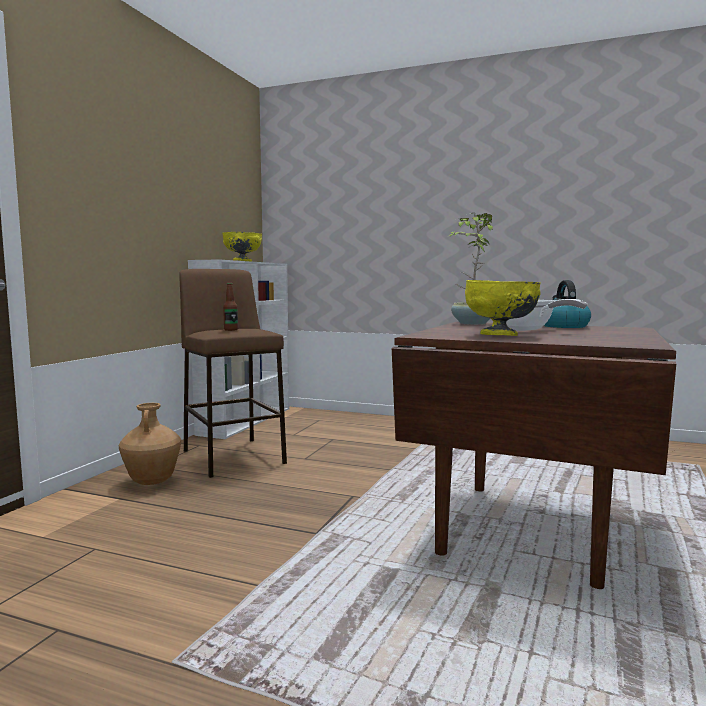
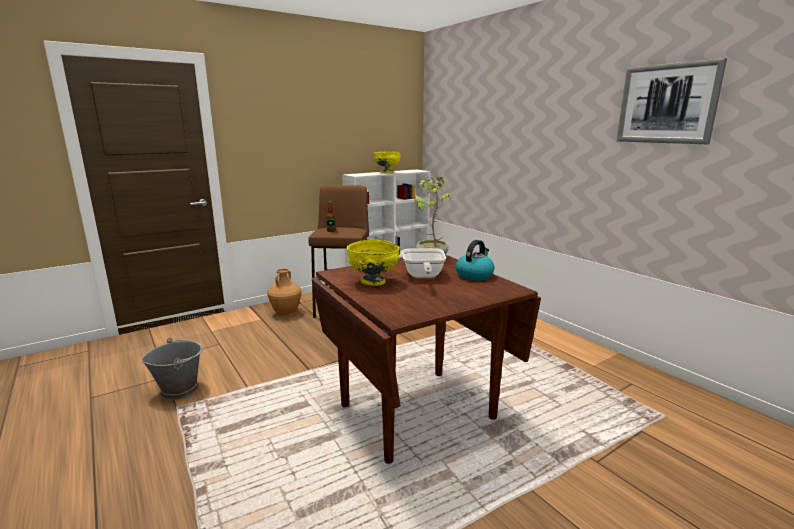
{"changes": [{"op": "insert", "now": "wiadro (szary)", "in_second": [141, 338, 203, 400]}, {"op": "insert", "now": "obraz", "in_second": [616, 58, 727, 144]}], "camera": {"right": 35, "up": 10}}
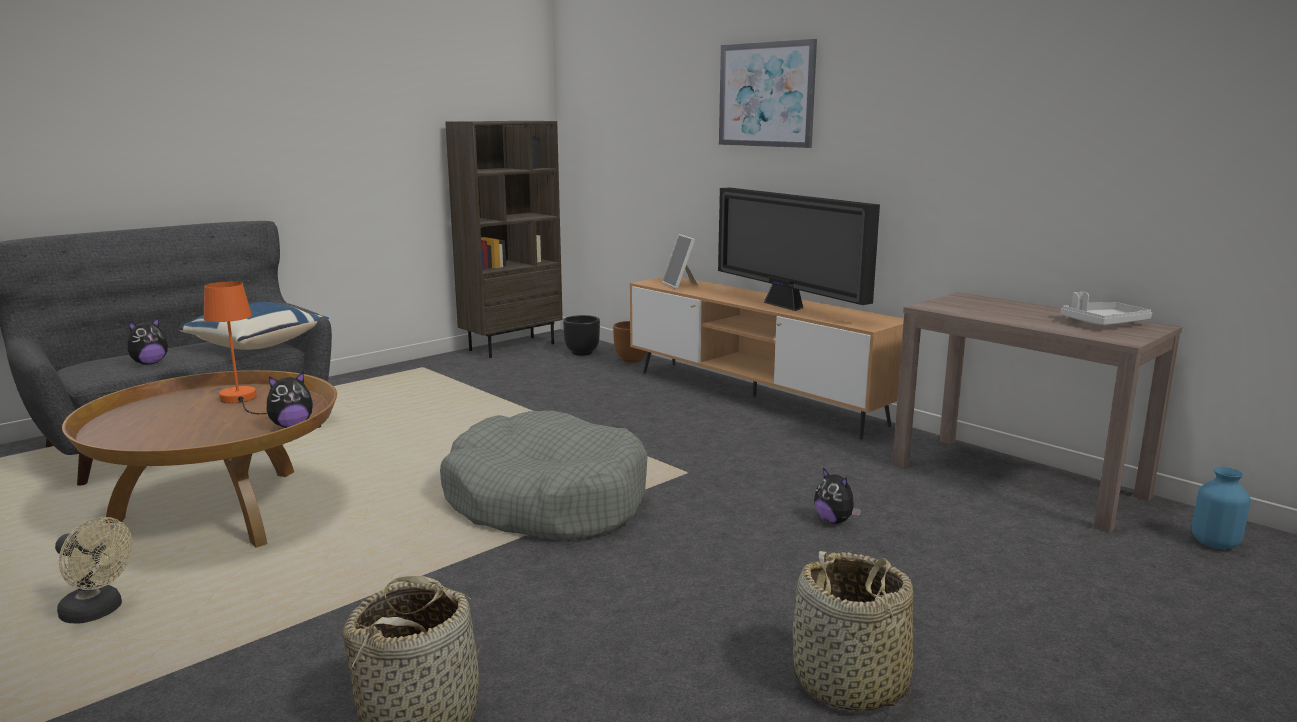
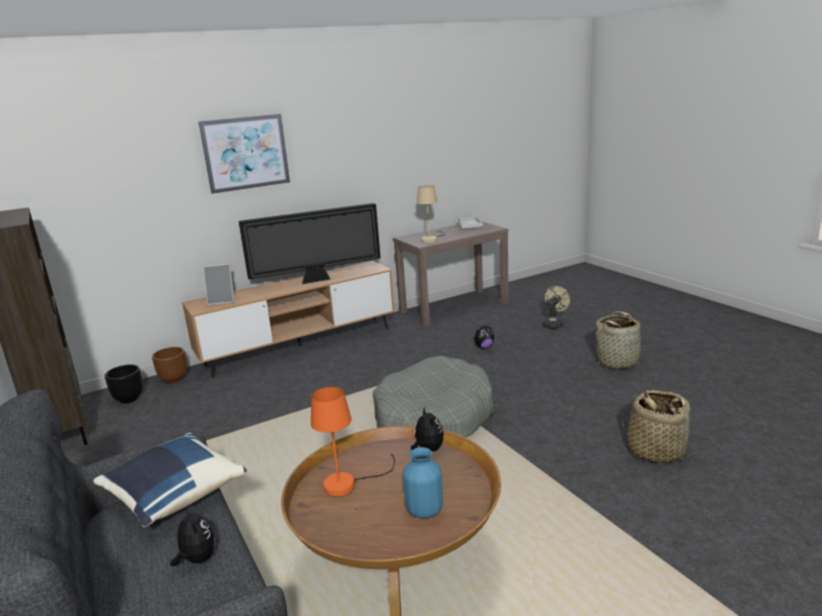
{"changes": [{"op": "move", "was": "wazon (niebieski)", "in_first": [1192, 467, 1251, 549], "in_second": [403, 447, 443, 518]}, {"op": "insert", "now": "lampa stołowa (beżowy)", "in_second": [417, 185, 445, 243]}, {"op": "move", "was": "wentylator (beżowy)", "in_first": [55, 517, 133, 624], "in_second": [543, 286, 570, 329]}], "camera": {"right": -75, "up": 5}}
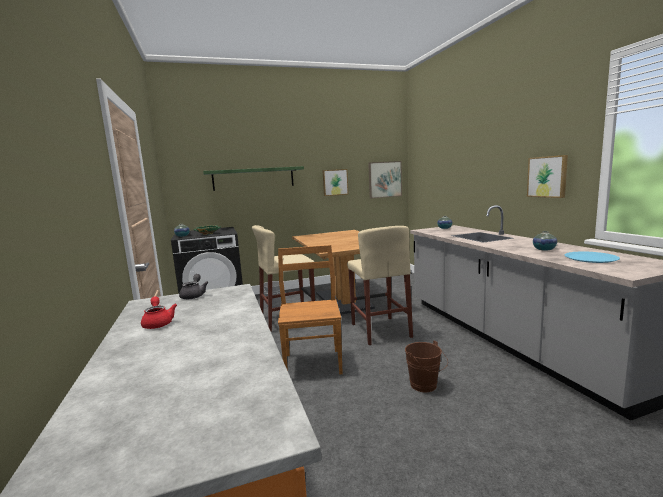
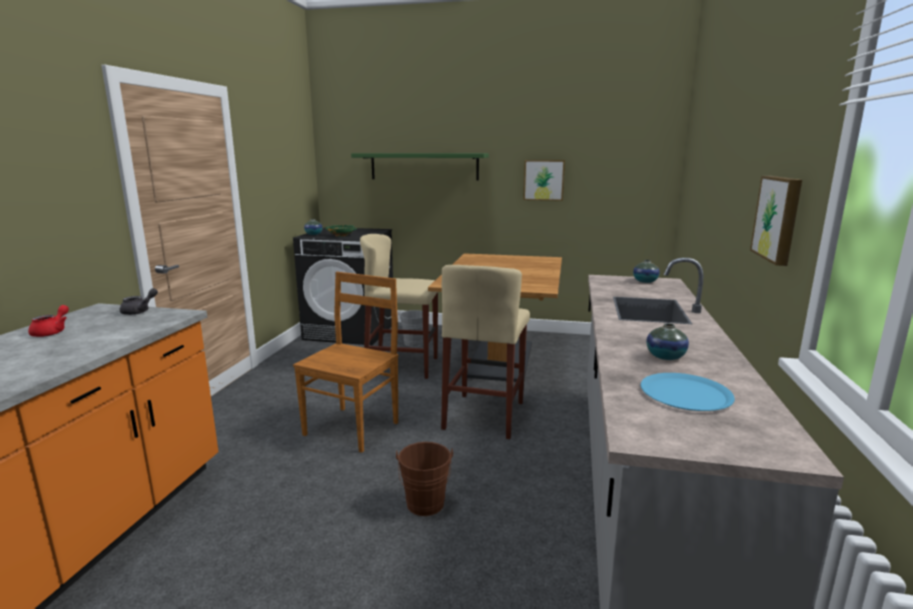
{"changes": [{"op": "delete", "was": "obraz", "in_first": [368, 161, 402, 199]}], "camera": {"right": 30, "up": 5}}
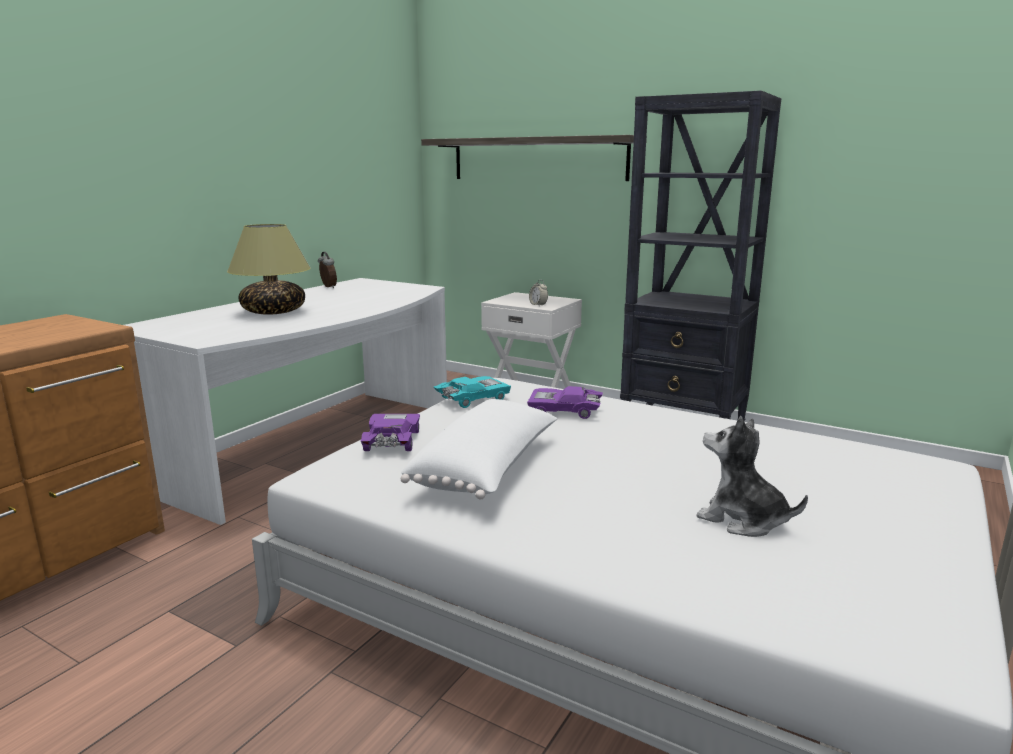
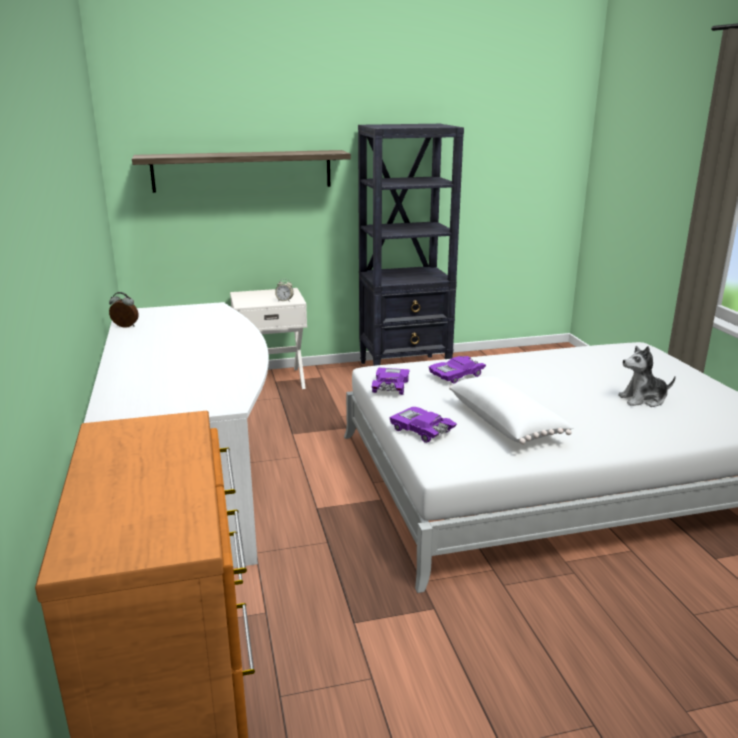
{"changes": [{"op": "recolor", "was": "samochodzik (turkusowy)", "now": "samochodzik (fioletowy)", "in_first": [434, 376, 511, 408], "in_second": [371, 368, 409, 395]}, {"op": "delete", "was": "lampa stołowa", "in_first": [227, 224, 311, 315]}], "camera": {"right": -45, "up": 5}}
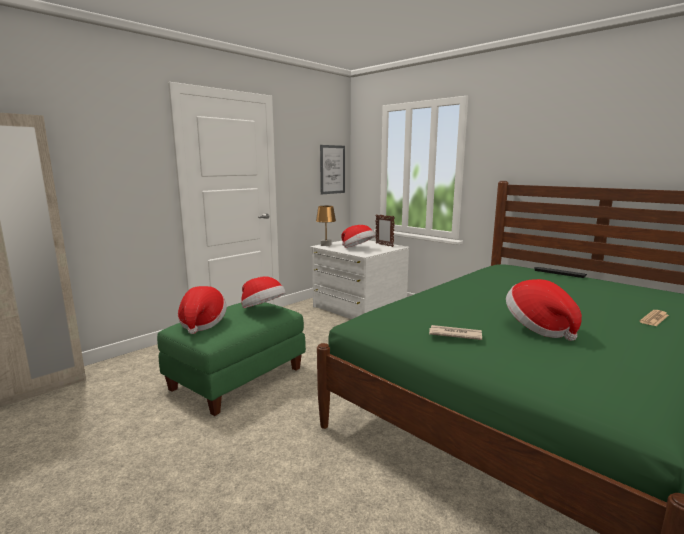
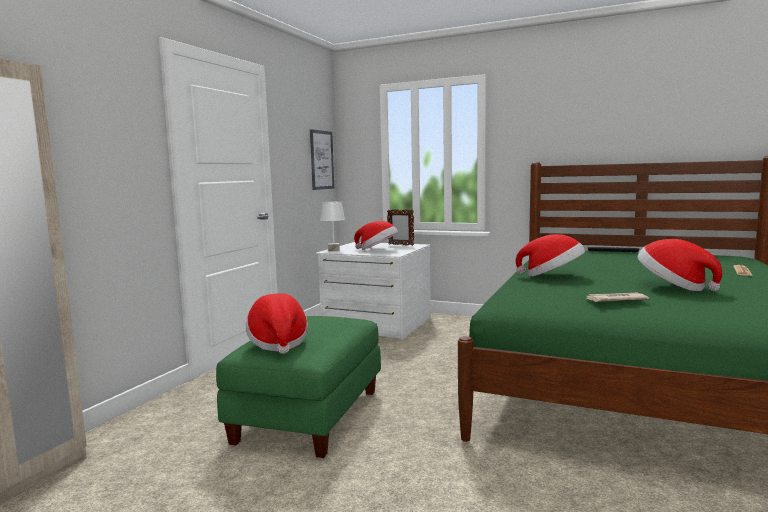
{"changes": [{"op": "recolor", "was": "lampa stołowa (brązowy)", "now": "lampa stołowa (biały)", "in_first": [316, 206, 336, 246], "in_second": [320, 201, 345, 251]}, {"op": "move", "was": "kapelusz", "in_first": [241, 276, 286, 308], "in_second": [516, 234, 585, 276]}], "camera": {"right": -20, "up": -5}}
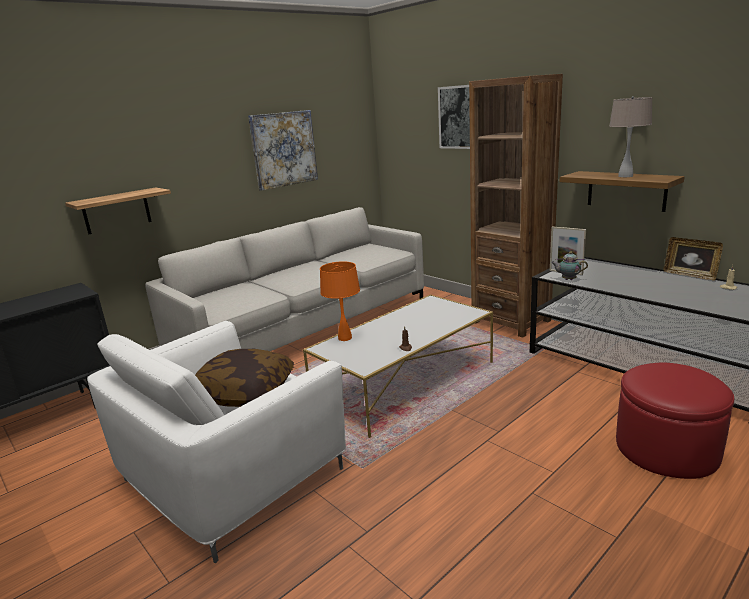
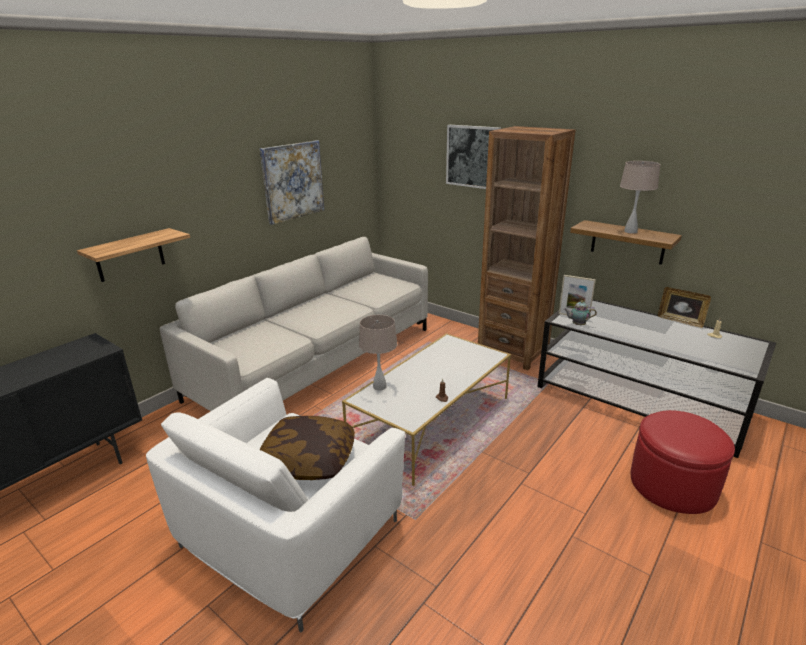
{"changes": [{"op": "recolor", "was": "lampa stołowa (pomarańczowy)", "now": "lampa stołowa (beżowy)", "in_first": [320, 261, 360, 341], "in_second": [359, 315, 397, 391]}], "camera": {"right": -10, "up": 5}}
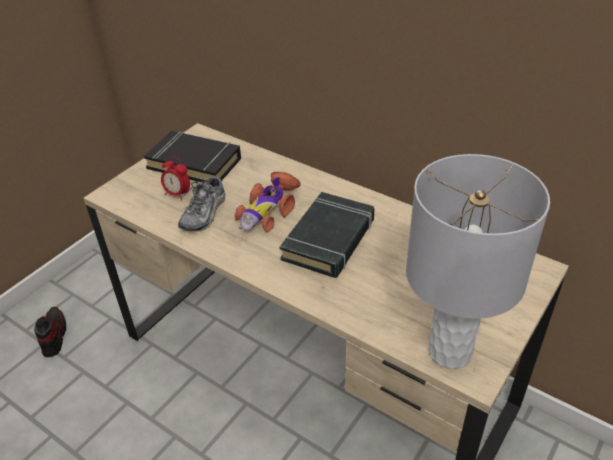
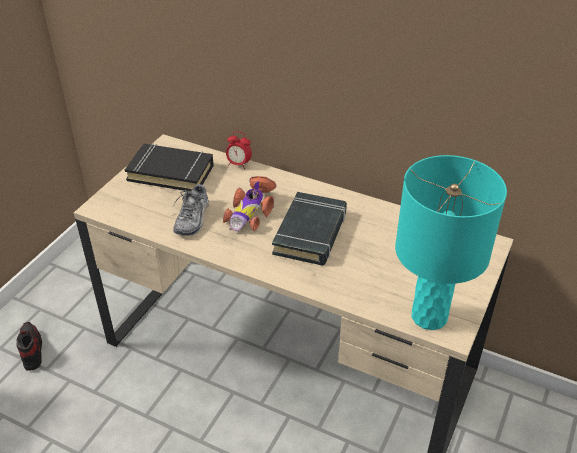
{"changes": [{"op": "move", "was": "budzik", "in_first": [161, 156, 190, 200], "in_second": [226, 131, 252, 169]}, {"op": "recolor", "was": "lampa stołowa (szary)", "now": "lampa stołowa (turkusowy)", "in_first": [406, 154, 550, 369], "in_second": [395, 155, 507, 330]}], "camera": {"right": -10, "up": 0}}
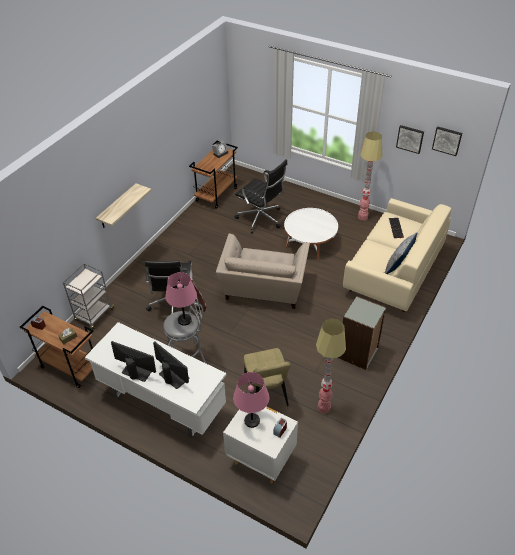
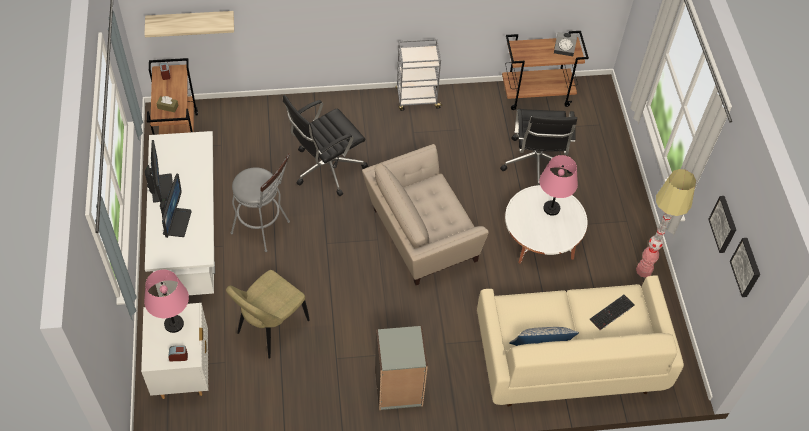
{"changes": [{"op": "move", "was": "półka", "in_first": [96, 183, 151, 228], "in_second": [144, 11, 234, 37]}, {"op": "move", "was": "wózek (szary)", "in_first": [63, 263, 115, 329], "in_second": [396, 39, 443, 111]}, {"op": "move", "was": "lampa stołowa (różowy)", "in_first": [165, 272, 197, 326], "in_second": [539, 155, 578, 216]}, {"op": "delete", "was": "lampa stojąca", "in_first": [316, 318, 346, 414]}], "camera": {"right": 50, "up": 10}}
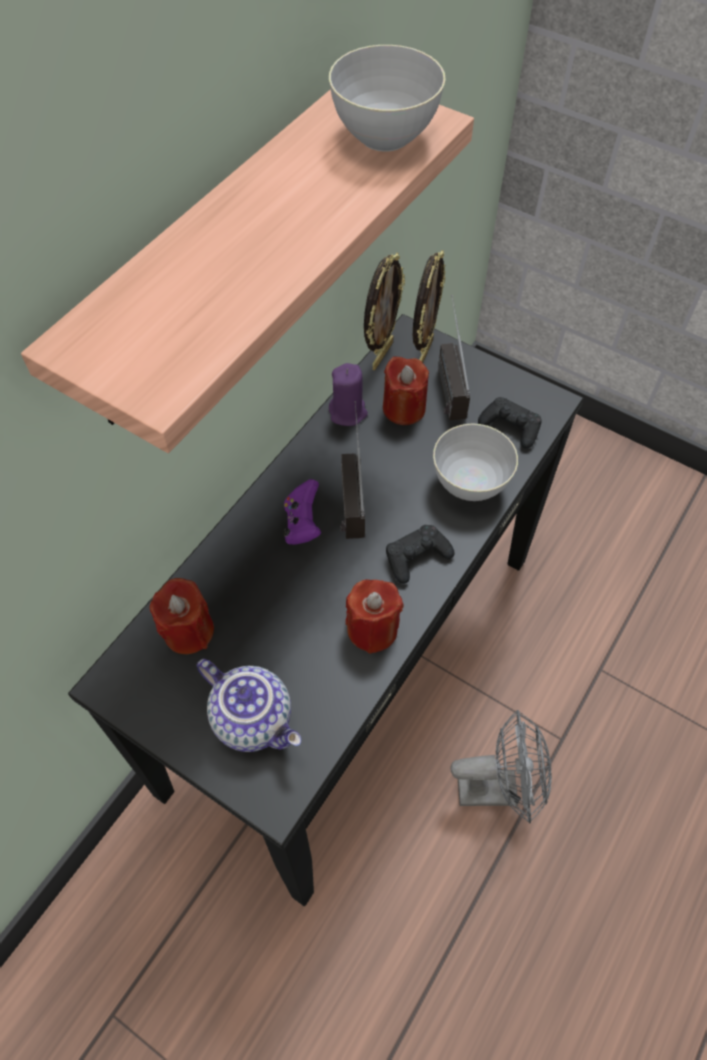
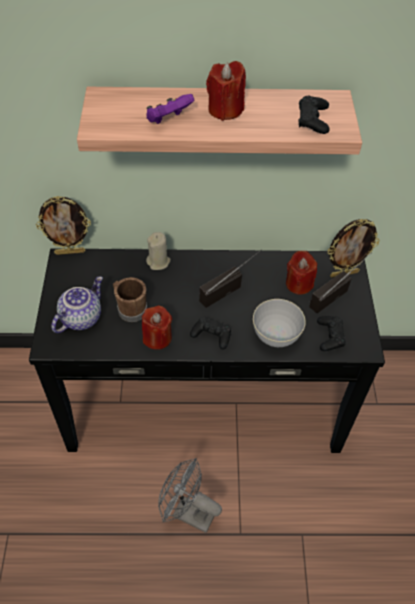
{"changes": [{"op": "move", "was": "ramka na zdjęcie", "in_first": [364, 252, 405, 370], "in_second": [36, 196, 91, 255]}, {"op": "rotate", "was": "imbryk", "in_first": [197, 659, 301, 752], "in_second": [51, 276, 103, 333], "clockwise": -150}, {"op": "insert", "now": "kubek (brązowy)", "in_second": [113, 277, 147, 322]}, {"op": "move", "was": "pad do gier (fioletowy)", "in_first": [283, 479, 321, 545], "in_second": [146, 94, 194, 124]}, {"op": "insert", "now": "świeca (beżowy)", "in_second": [146, 232, 171, 270]}, {"op": "rotate", "was": "wentylator (szary)", "in_first": [451, 710, 552, 824], "in_second": [158, 458, 222, 533], "clockwise": 150}, {"op": "move", "was": "świeca (czerwony)", "in_first": [150, 578, 214, 654], "in_second": [206, 61, 246, 121]}, {"op": "replace", "was": "miska (szary)", "now": "pad do gier (czarny)", "in_first": [329, 45, 446, 152], "in_second": [298, 96, 330, 134]}, {"op": "delete", "was": "świeca (fioletowy)", "in_first": [329, 363, 368, 426]}], "camera": {"right": 55, "up": -5}}
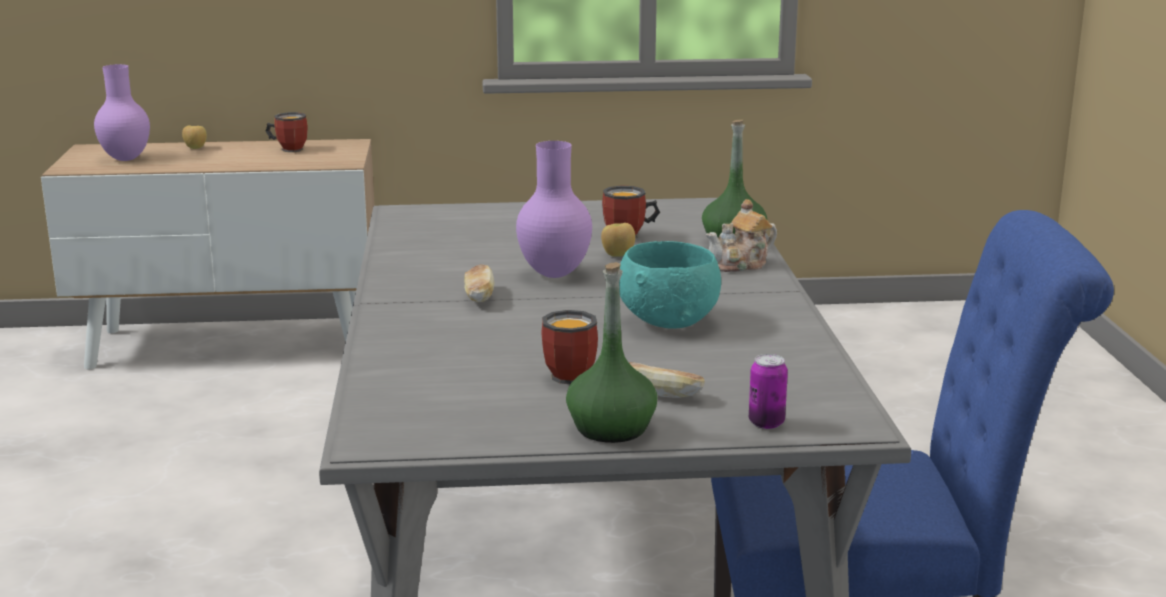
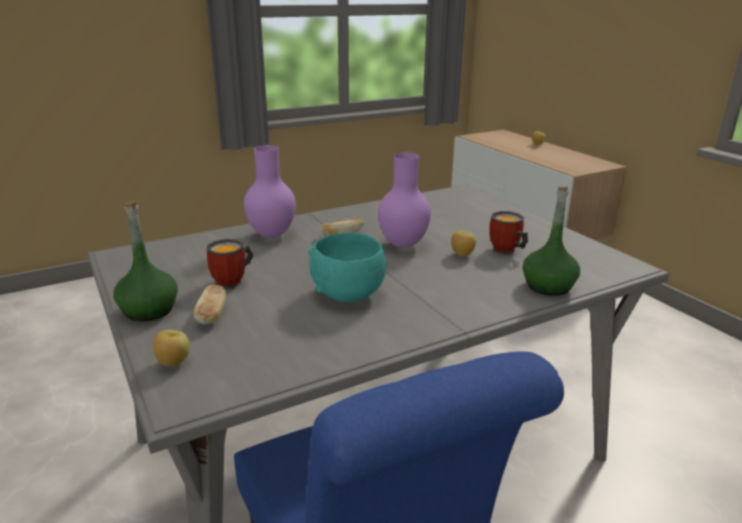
{"changes": [{"op": "replace", "was": "puszka", "now": "jabłko", "in_first": [749, 354, 788, 429], "in_second": [153, 330, 190, 366]}, {"op": "move", "was": "wazon (fioletowy)", "in_first": [94, 64, 150, 161], "in_second": [244, 145, 296, 238]}, {"op": "delete", "was": "kubek", "in_first": [266, 112, 308, 152]}, {"op": "delete", "was": "imbryk", "in_first": [706, 199, 777, 272]}], "camera": {"right": 65, "up": 5}}
